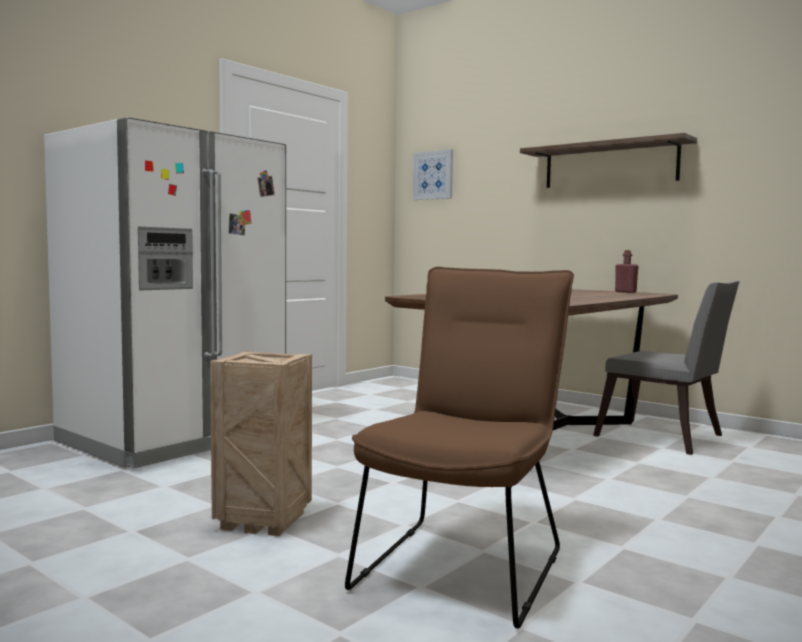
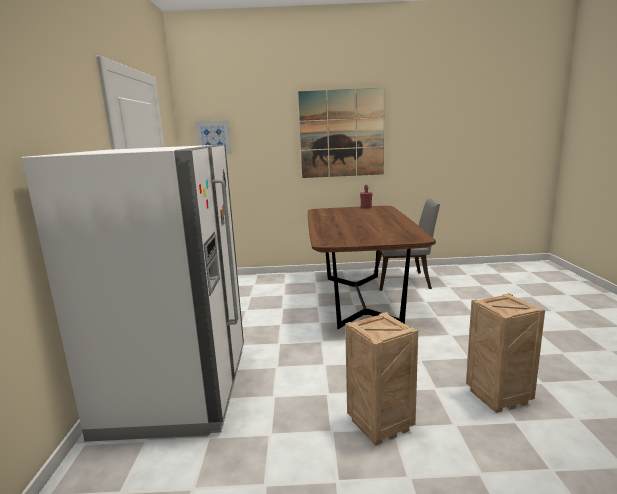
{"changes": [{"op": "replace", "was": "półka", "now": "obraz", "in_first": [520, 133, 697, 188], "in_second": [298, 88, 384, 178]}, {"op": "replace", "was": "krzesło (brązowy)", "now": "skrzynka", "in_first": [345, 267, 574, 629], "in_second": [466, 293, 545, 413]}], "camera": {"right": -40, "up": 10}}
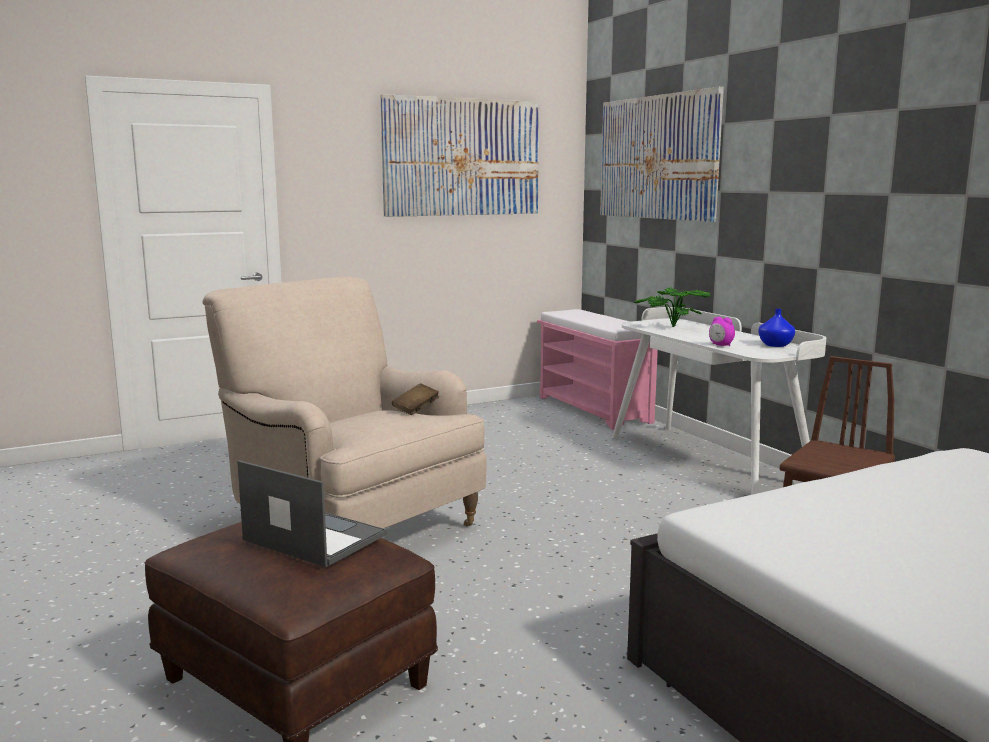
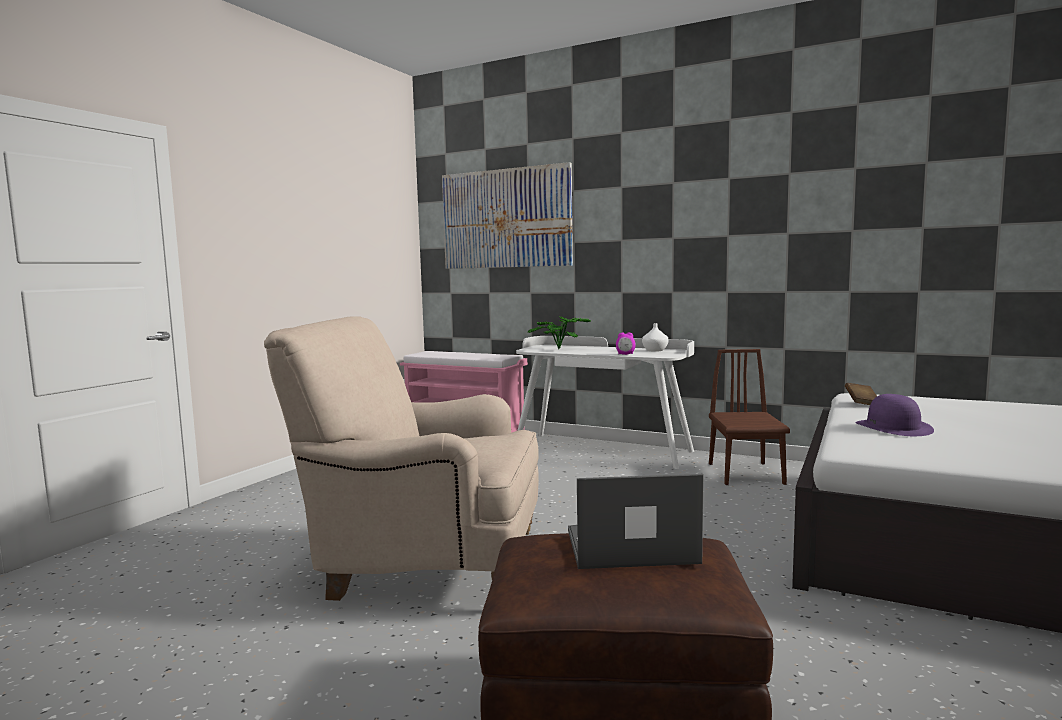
{"changes": [{"op": "recolor", "was": "wazon (niebieski)", "now": "wazon (biały)", "in_first": [758, 309, 795, 347], "in_second": [642, 323, 669, 352]}, {"op": "move", "was": "książka (brązowy)", "in_first": [392, 383, 439, 415], "in_second": [845, 383, 877, 405]}, {"op": "insert", "now": "kapelusz (fioletowy)", "in_second": [855, 394, 934, 436]}, {"op": "delete", "was": "obraz", "in_first": [380, 94, 539, 217]}], "camera": {"right": -35, "up": -5}}
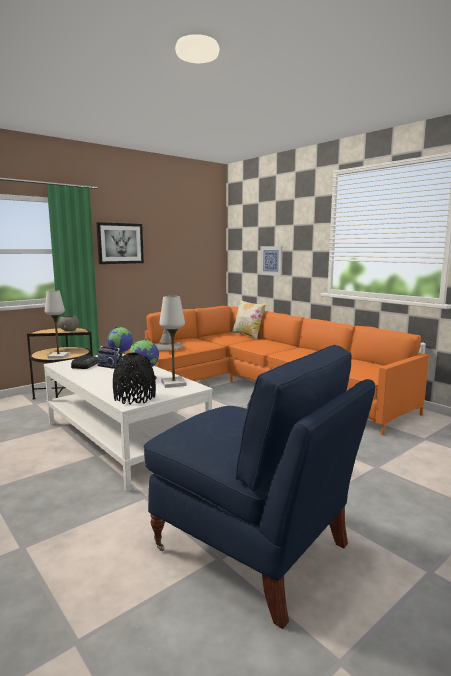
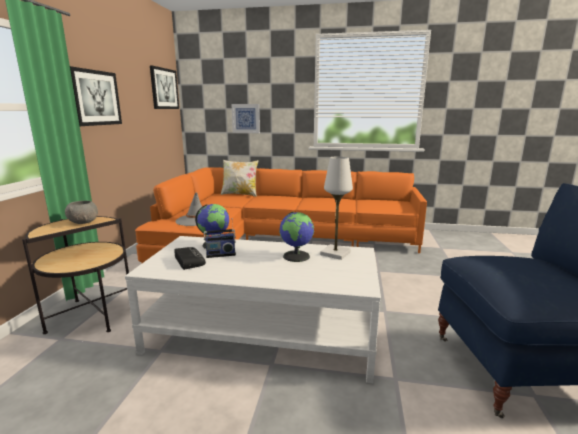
{"changes": [{"op": "insert", "now": "obraz", "in_second": [150, 65, 179, 109]}, {"op": "delete", "was": "lampa stołowa (biały)", "in_first": [45, 291, 69, 359]}, {"op": "delete", "was": "wazon (czarny)", "in_first": [113, 353, 156, 404]}], "camera": {"right": -40, "up": 5}}
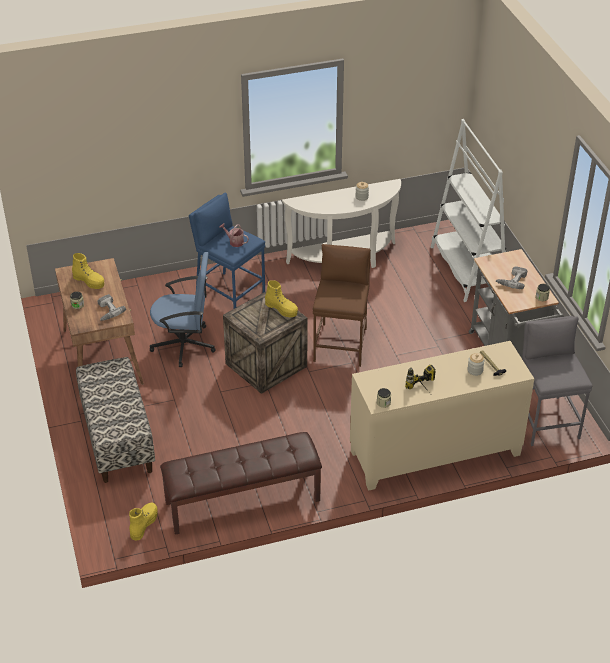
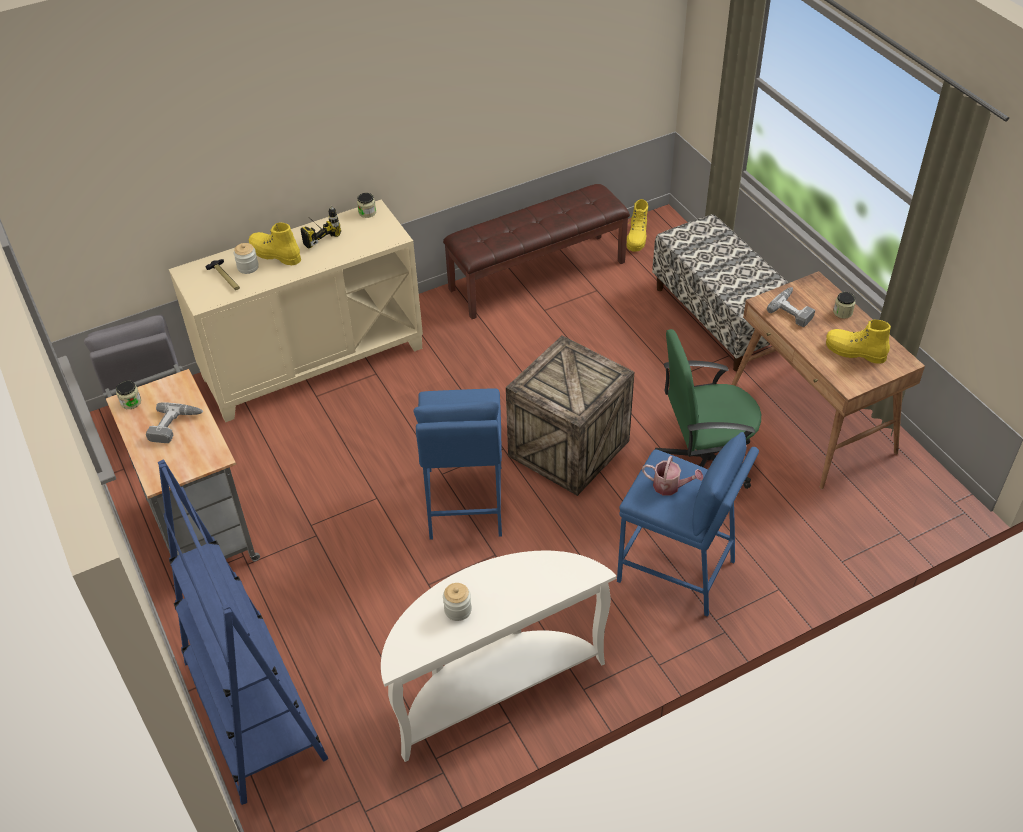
{"changes": [{"op": "recolor", "was": "regał (biały)", "now": "regał (niebieski)", "in_first": [431, 119, 506, 302], "in_second": [158, 460, 328, 805]}, {"op": "move", "was": "but z cholewką (żółty)", "in_first": [265, 280, 298, 317], "in_second": [249, 222, 301, 265]}, {"op": "recolor", "was": "stołek (brązowy)", "now": "stołek (niebieski)", "in_first": [313, 244, 371, 367], "in_second": [414, 388, 502, 540]}, {"op": "recolor", "was": "krzesło biurowe (niebieski)", "now": "krzesło biurowe (zielony)", "in_first": [150, 252, 216, 367], "in_second": [655, 329, 761, 489]}], "camera": {"right": 170, "up": 5}}
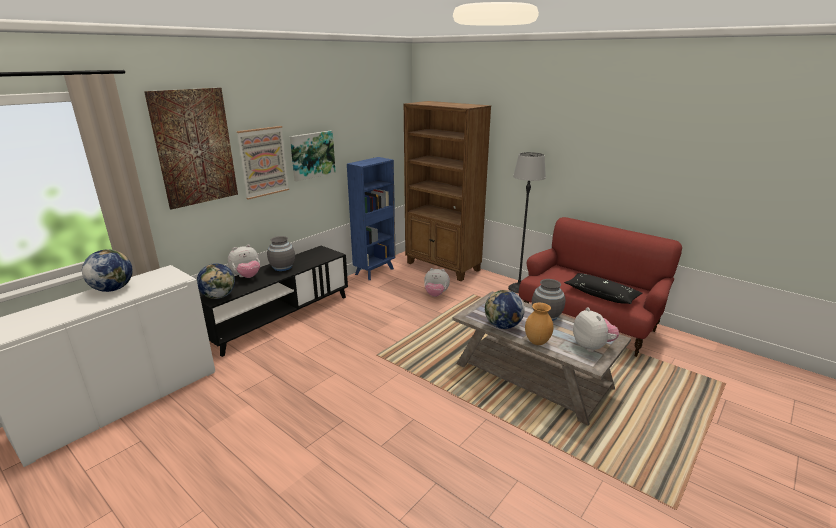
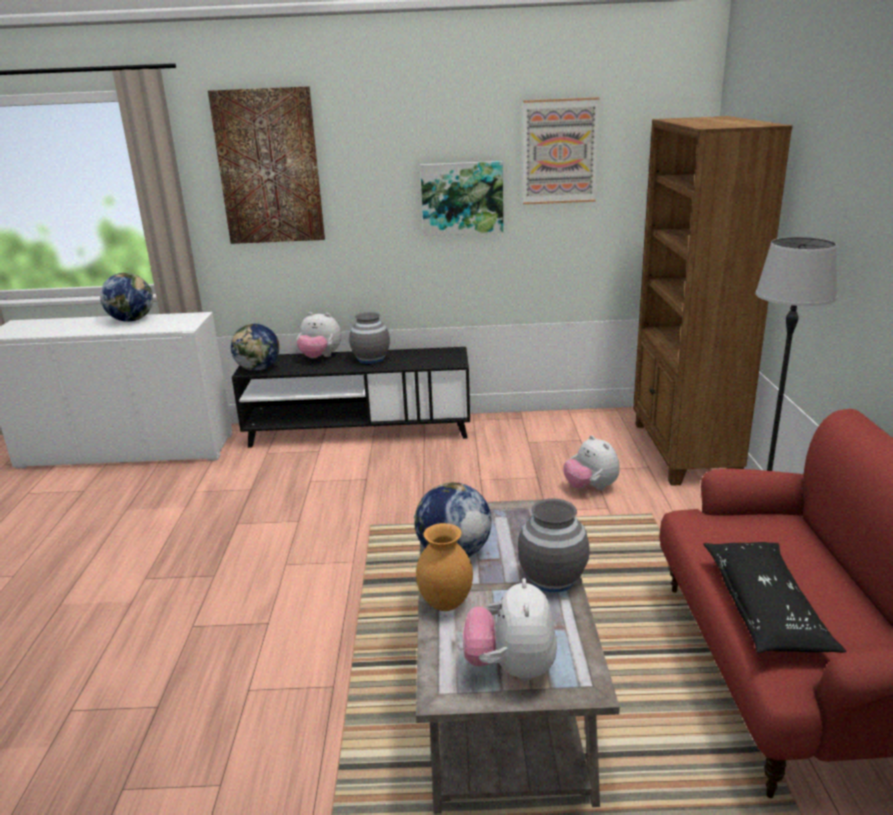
{"changes": [{"op": "rotate", "was": "pluszak", "in_first": [573, 307, 619, 352], "in_second": [463, 578, 557, 681], "clockwise": 150}, {"op": "move", "was": "obraz", "in_first": [237, 126, 289, 200], "in_second": [523, 97, 599, 205]}, {"op": "delete", "was": "regał (niebieski)", "in_first": [347, 157, 396, 280]}], "camera": {"right": 50, "up": 0}}
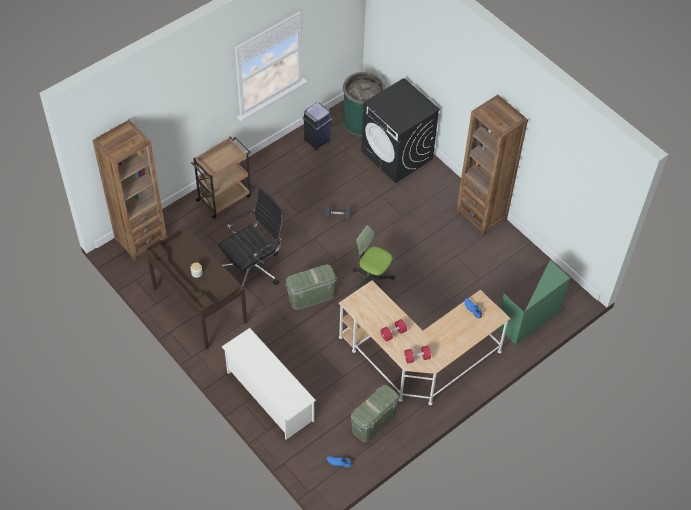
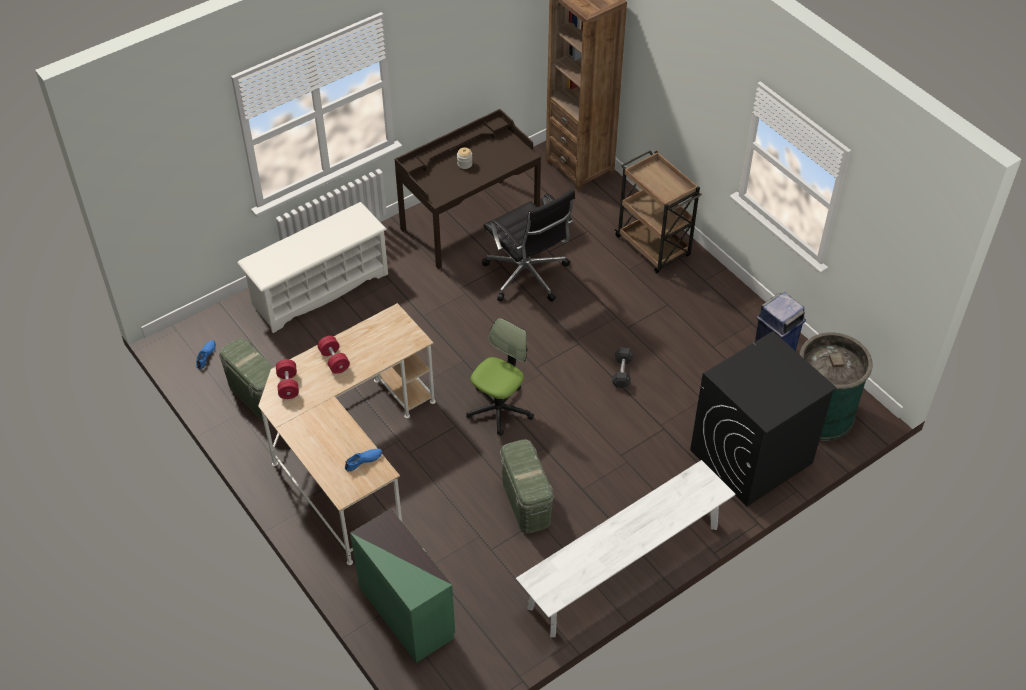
{"changes": [{"op": "move", "was": "pojemnik do przechowywania (zielony)", "in_first": [286, 264, 337, 310], "in_second": [500, 439, 554, 534]}, {"op": "replace", "was": "regał (brązowy)", "now": "ławka (biały)", "in_first": [456, 95, 528, 236], "in_second": [516, 460, 736, 637]}], "camera": {"right": 95, "up": -5}}
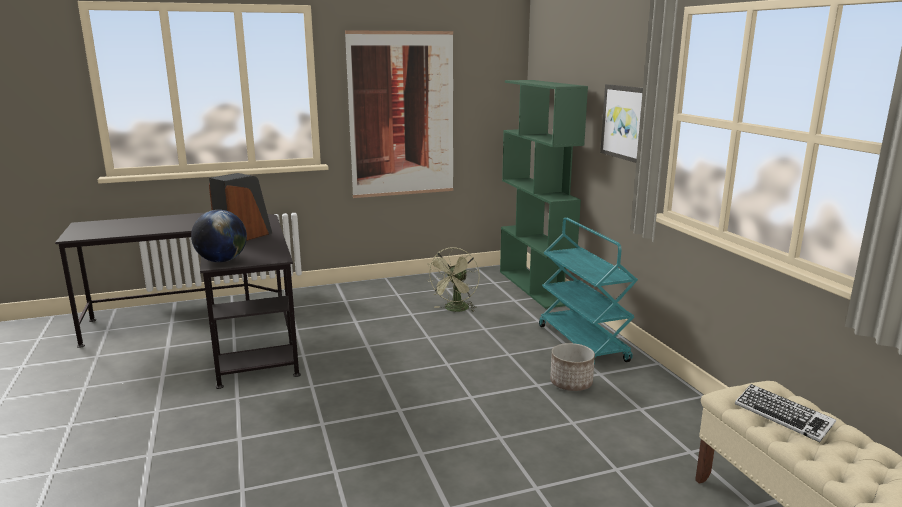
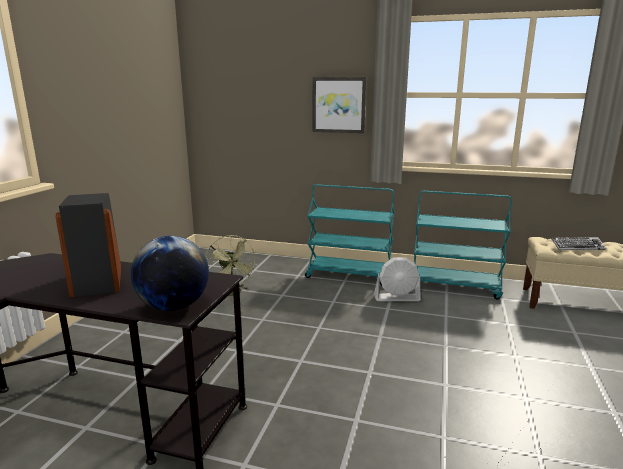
{"changes": [{"op": "replace", "was": "donica", "now": "wentylator (biały)", "in_first": [550, 343, 595, 391], "in_second": [374, 257, 421, 301]}, {"op": "insert", "now": "wózek (turkusowy)", "in_second": [414, 191, 512, 299]}, {"op": "delete", "was": "obraz", "in_first": [345, 30, 453, 198]}, {"op": "delete", "was": "regał (zielony)", "in_first": [500, 80, 588, 309]}], "camera": {"right": -55, "up": 0}}
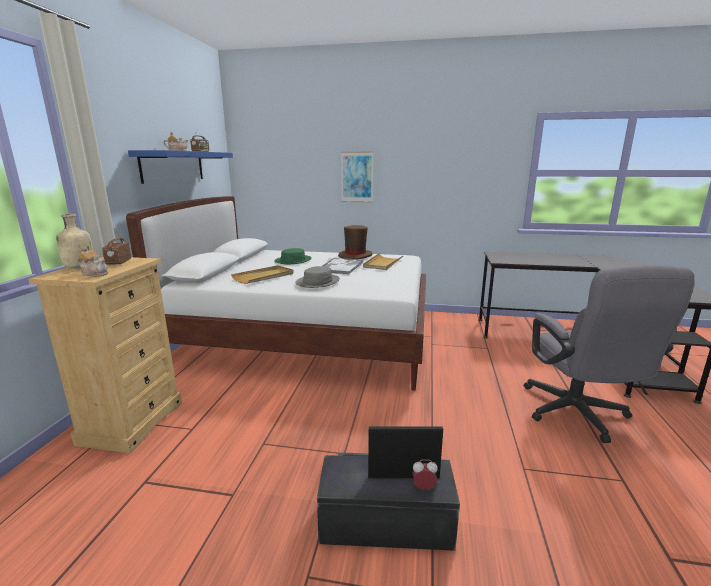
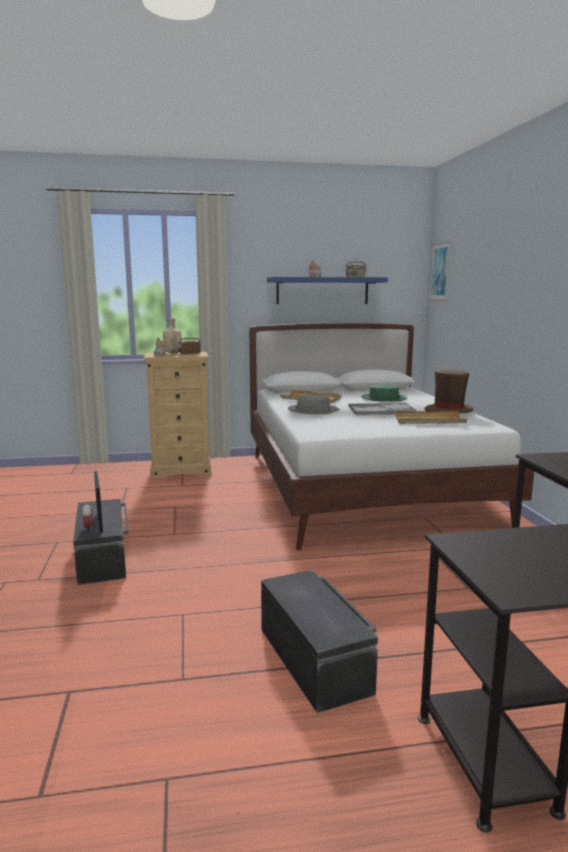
{"changes": [{"op": "replace", "was": "krzesło biurowe (szary)", "now": "pojemnik do przechowywania (czarny)", "in_first": [524, 265, 694, 443], "in_second": [261, 570, 378, 713]}, {"op": "move", "was": "obraz", "in_first": [341, 152, 373, 202], "in_second": [429, 242, 450, 301]}], "camera": {"right": 70, "up": -5}}
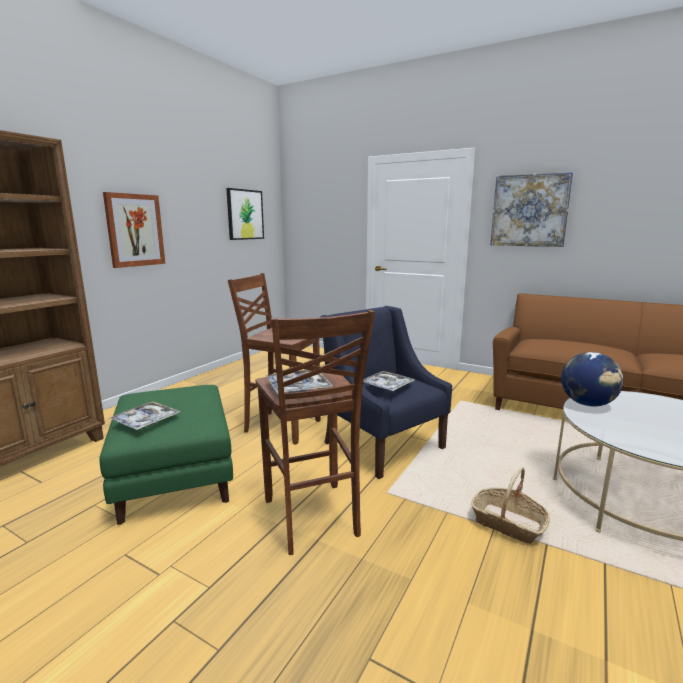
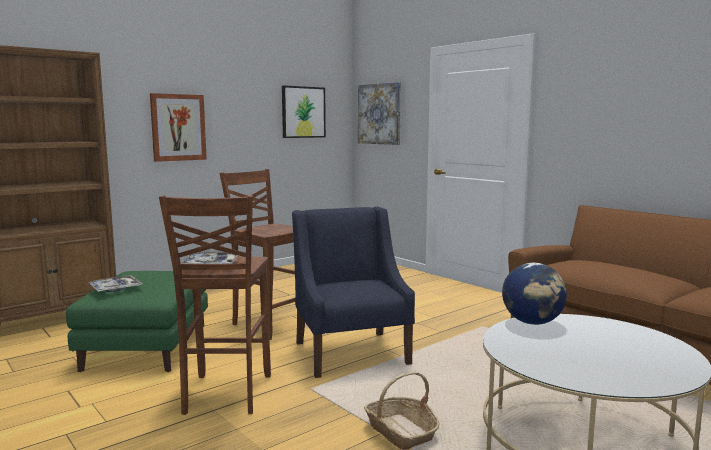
{"changes": [{"op": "move", "was": "obraz", "in_first": [490, 172, 573, 247], "in_second": [358, 82, 401, 145]}, {"op": "delete", "was": "taca", "in_first": [363, 371, 414, 391]}], "camera": {"right": 20, "up": -5}}
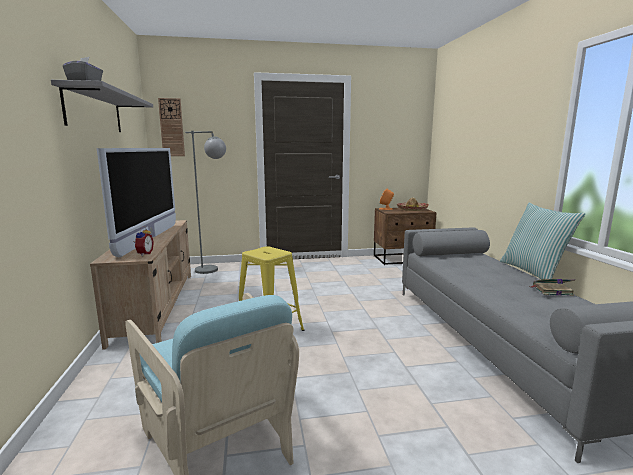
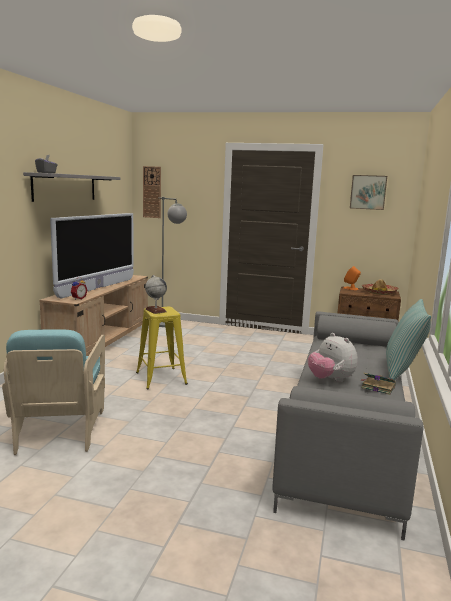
{"changes": [{"op": "insert", "now": "globus", "in_second": [145, 275, 167, 314]}, {"op": "insert", "now": "pluszak", "in_second": [308, 333, 358, 382]}, {"op": "insert", "now": "obraz", "in_second": [350, 175, 387, 210]}], "camera": {"right": 25, "up": 0}}
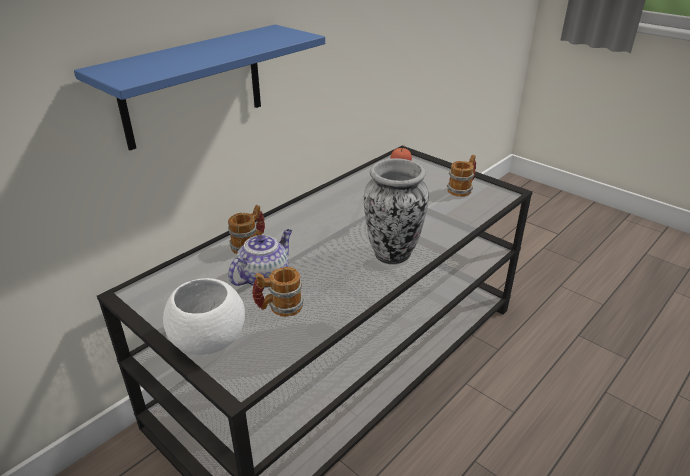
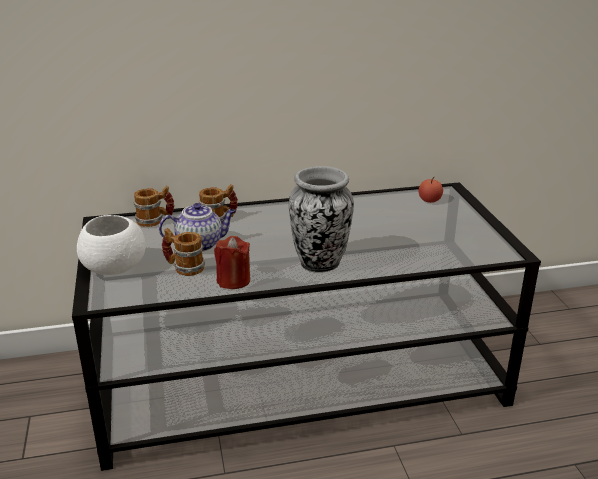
{"changes": [{"op": "move", "was": "kubek", "in_first": [447, 155, 476, 197], "in_second": [133, 186, 174, 227]}, {"op": "insert", "now": "świeca (czerwony)", "in_second": [214, 236, 250, 289]}, {"op": "delete", "was": "półka (niebieski)", "in_first": [74, 25, 325, 150]}], "camera": {"right": 35, "up": -5}}
